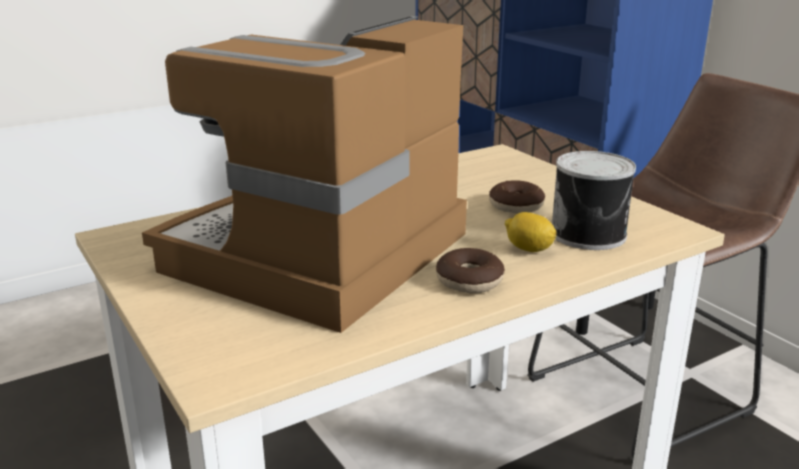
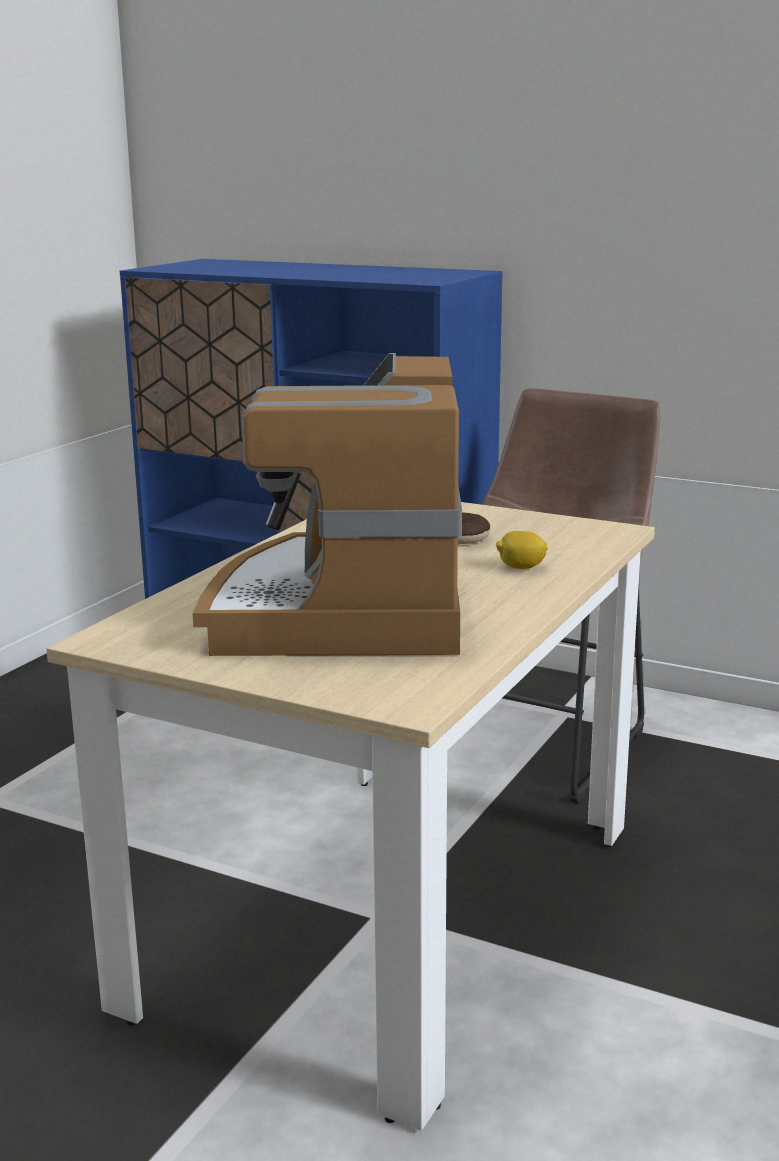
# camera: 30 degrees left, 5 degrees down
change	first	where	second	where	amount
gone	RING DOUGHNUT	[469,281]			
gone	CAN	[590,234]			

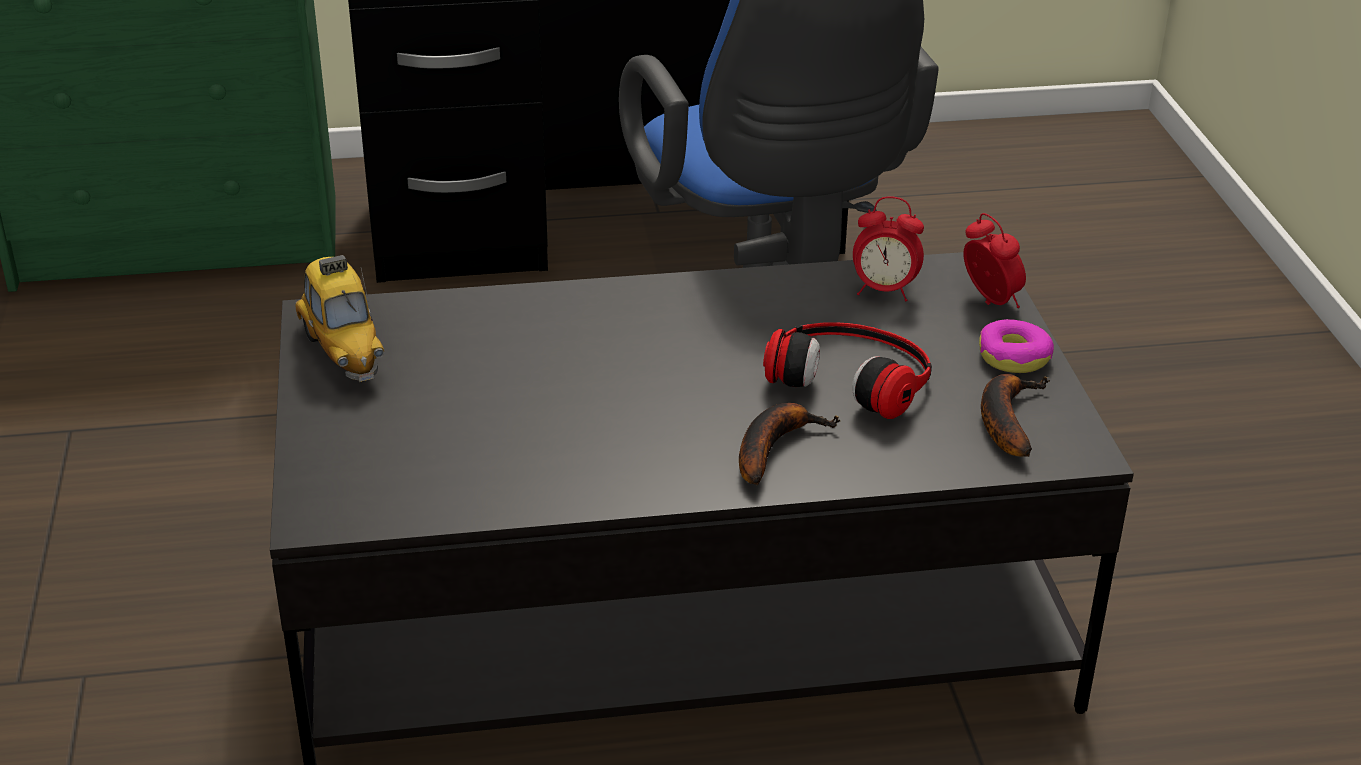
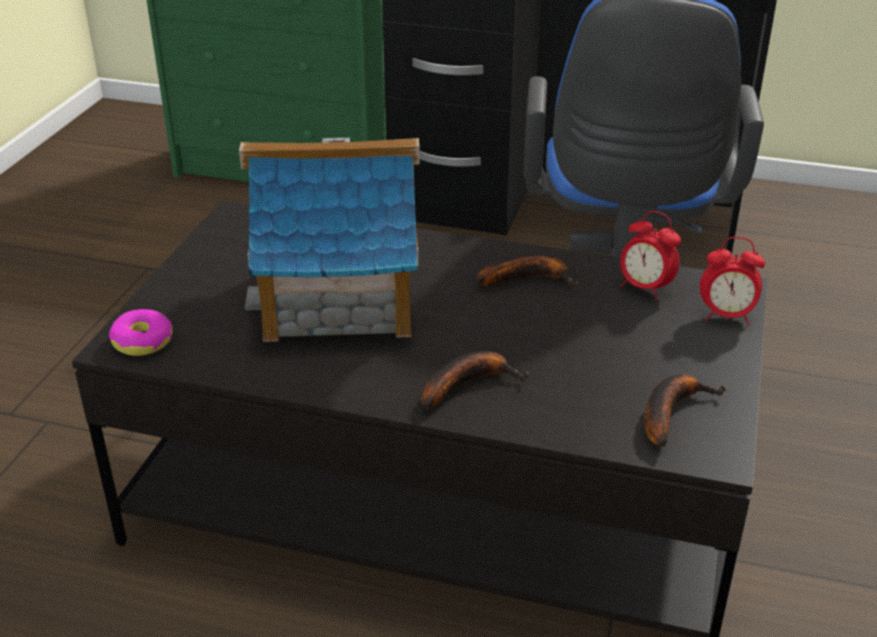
# camera: 25 degrees right, 0 degrees up
change	first	where	second	where	amount
gone	TOY CAR	[343,351]			
gone	PAIR OF HEADPHONES	[852,374]			
new			MINIATURE HOUSE	[340,297]	
new			BANANA FRUIT	[528,279]	
shifted	RING DOUGHNUT	[1014,357]		[143,341]	
rotated	ALARM CLOCK	[990,302]		[726,316]	105 degrees clockwise

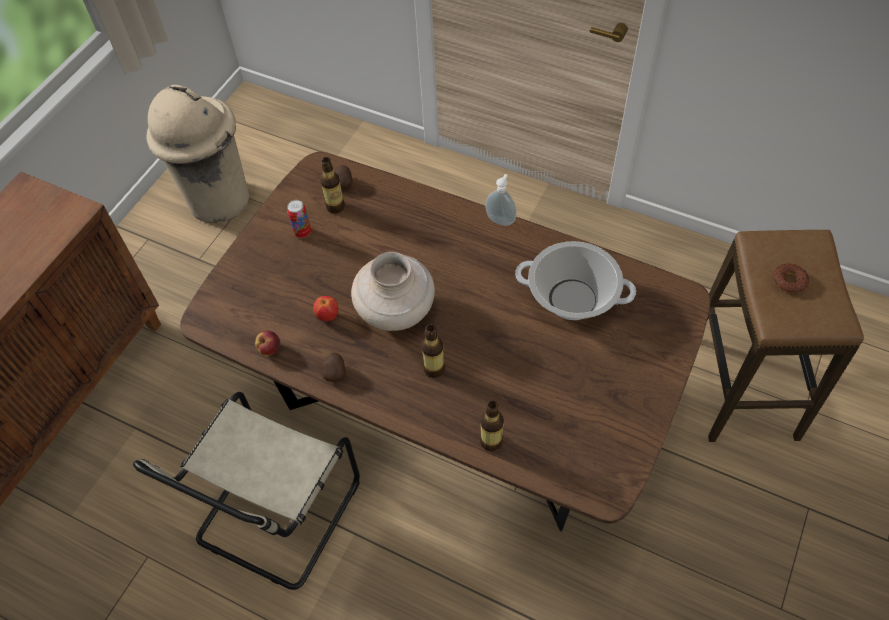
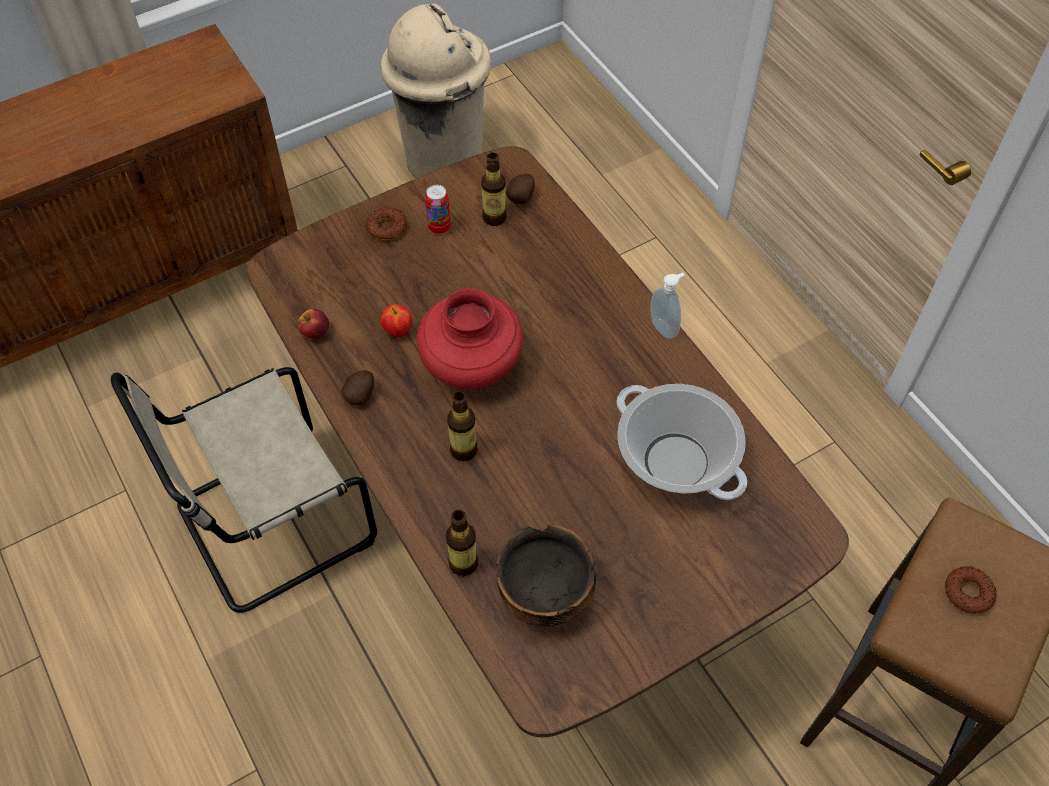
# camera: 30 degrees right, 0 degrees up
change	first	where	second	where	amount
new			RING DOUGHNUT	[387,227]	
new			DEEP DISH	[546,594]	
repainted	SAND-COLOURED FLOWER VASE	[396,311]	REDDISH FLOWER VASE	[471,365]	

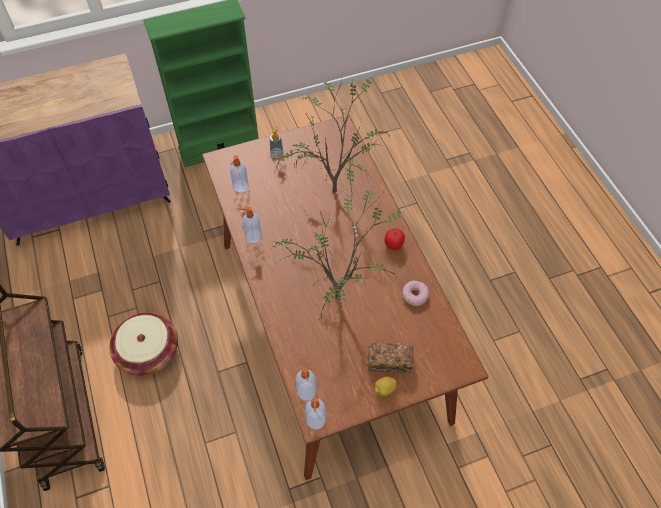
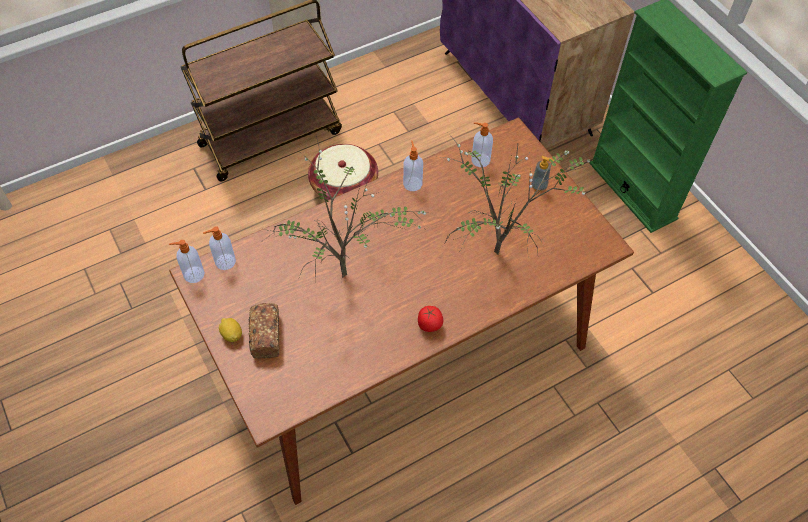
# camera: 80 degrees right, 0 degrees up
change	first	where	second	where	amount
gone	RING DOUGHNUT	[415,295]			

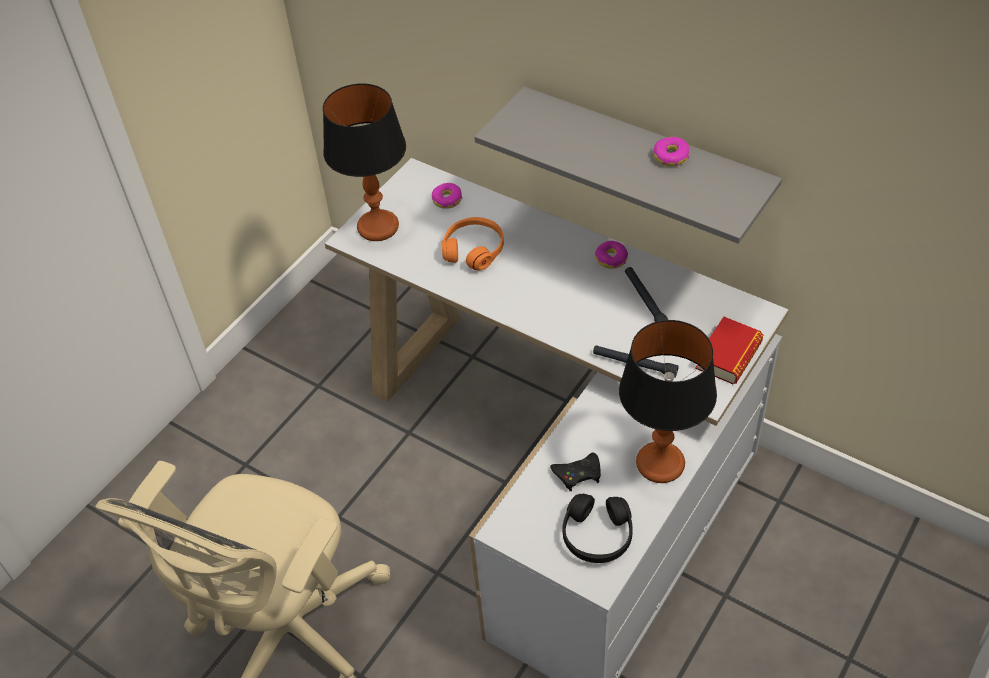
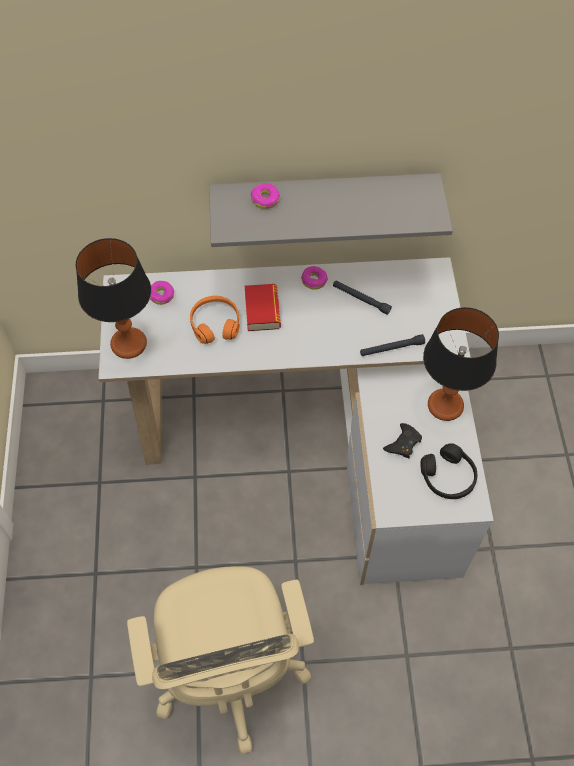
# camera: 40 degrees left, 10 degrees up
change	first	where	second	where	amount
shifted	RING DOUGHNUT	[670,156]		[265,199]	
shifted	VOLUME	[728,356]		[262,310]	

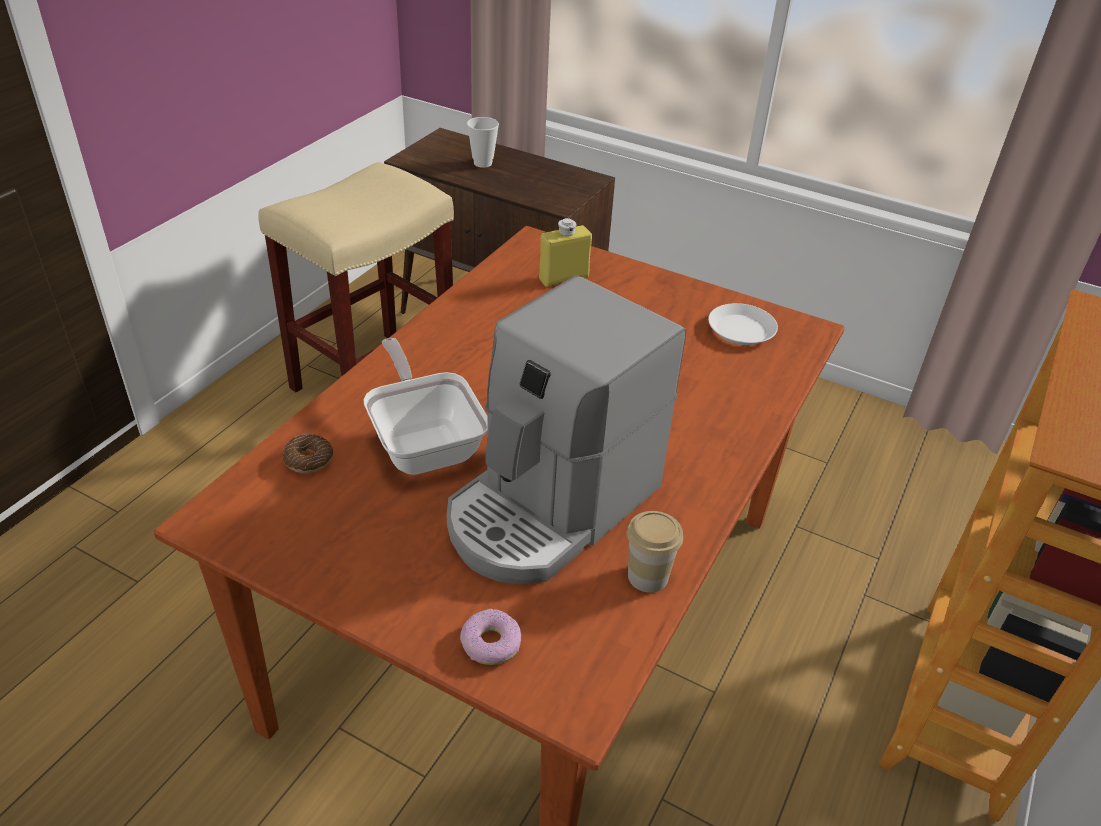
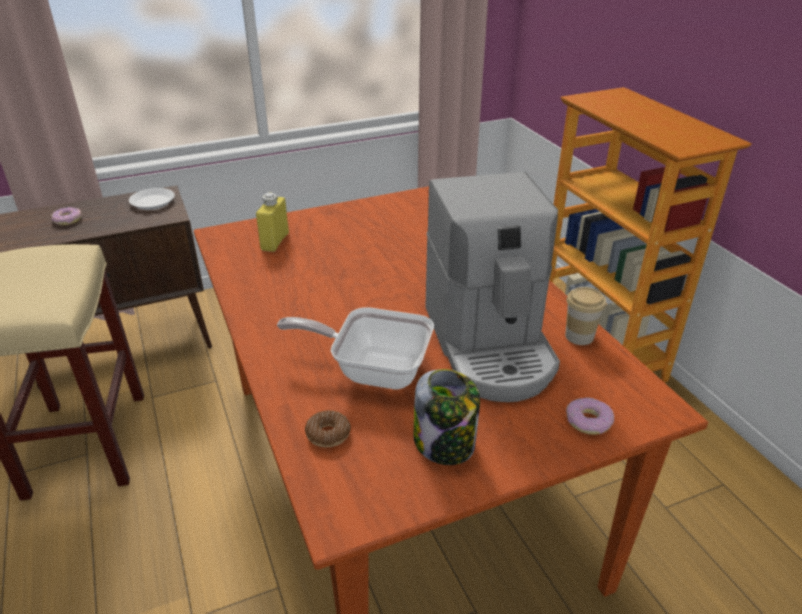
# camera: 50 degrees left, 5 degrees down
change	first	where	second	where	amount
new			PRESERVE JAR	[445,443]	
shifted	WHITISH FLAT DISH	[741,330]		[153,202]	
swapped	CUP	[482,163]	RING DOUGHNUT	[67,220]	

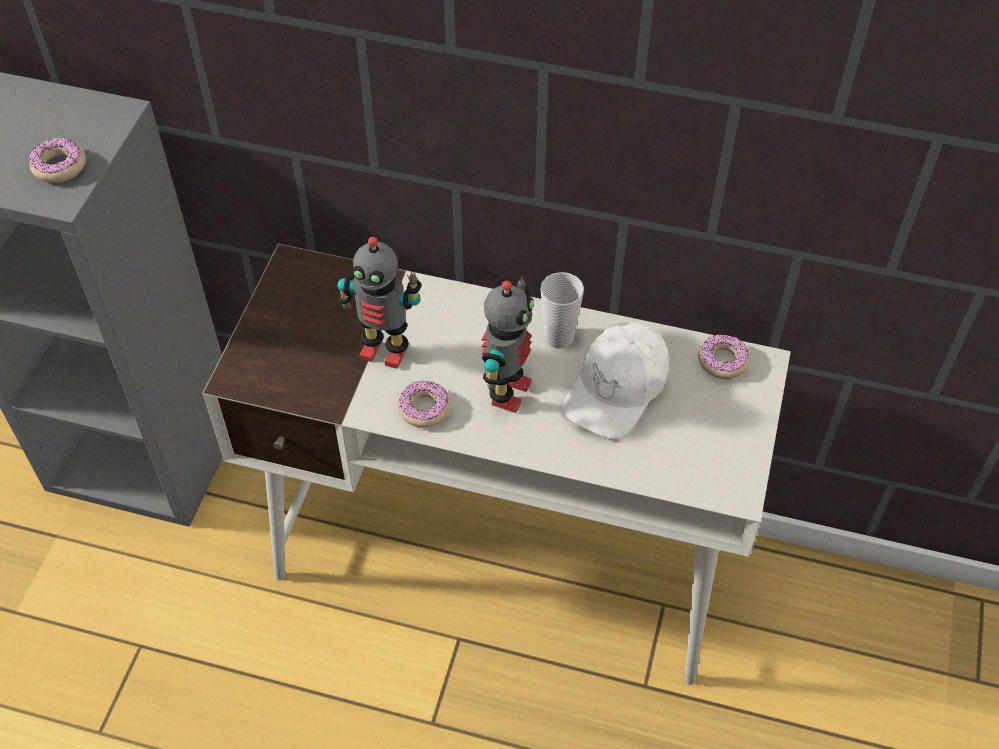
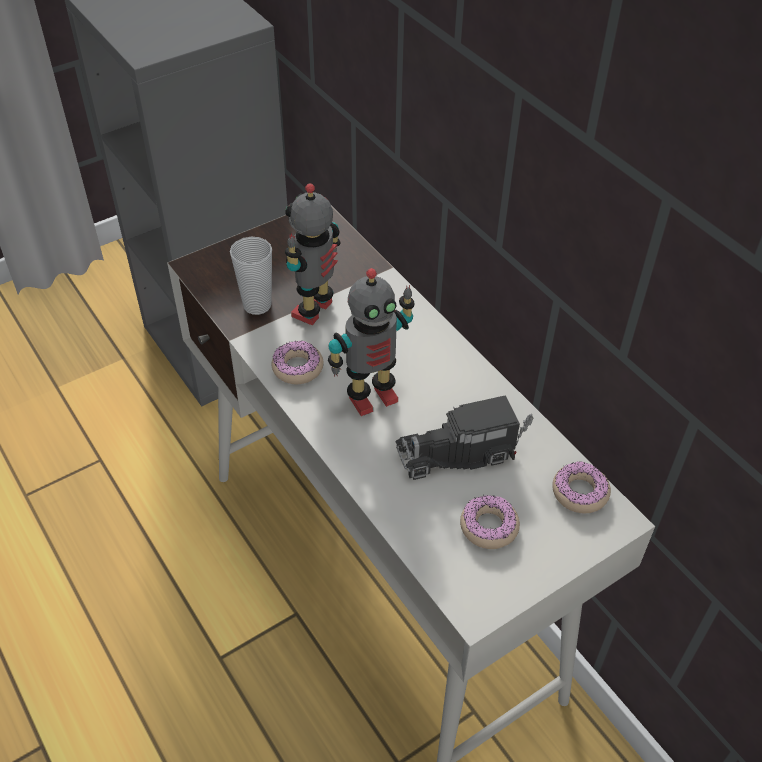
# camera: 40 degrees right, 5 degrees down
change	first	where	second	where	amount
shifted	RING DOUGHNUT	[59,166]		[489,527]	
shifted	CUP	[559,337]		[257,305]	
swapped	WHITISH PEAKED CAP	[617,389]	MODEL TRUCK	[461,452]	
rotated	ROBOT FIGURE	[384,350]		[315,310]	60 degrees clockwise

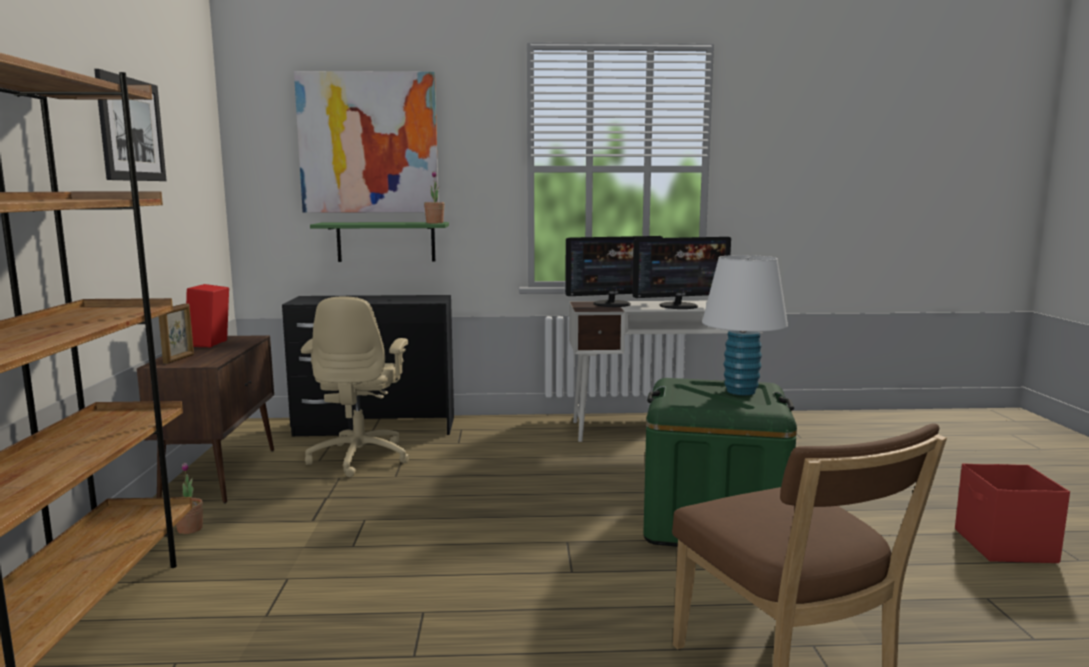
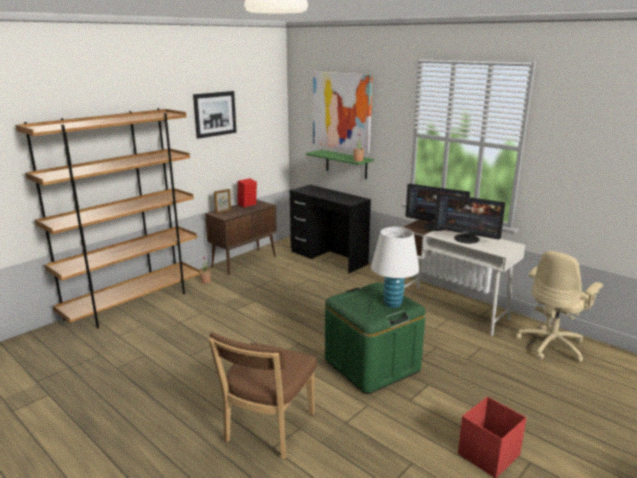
# camera: 45 degrees right, 10 degrees up
change	first	where	second	where	amount
shifted	SAND-COLOURED DESK CHAIR	[361,457]		[552,345]	

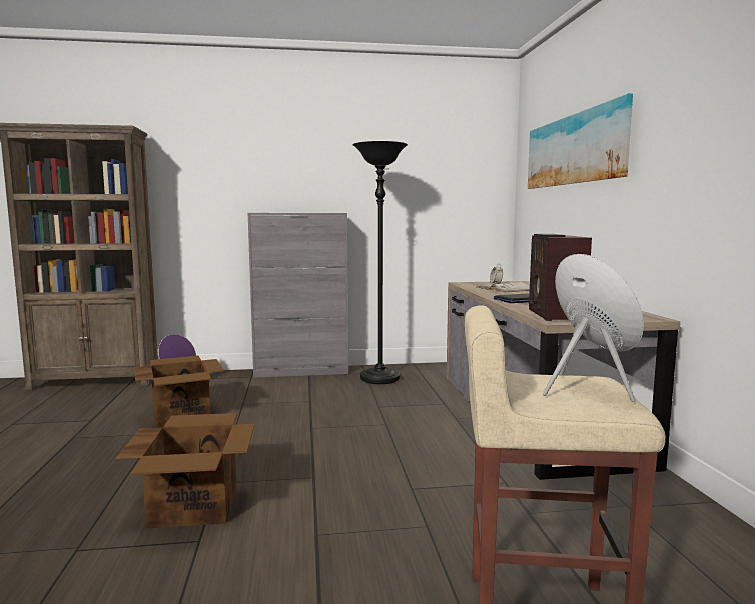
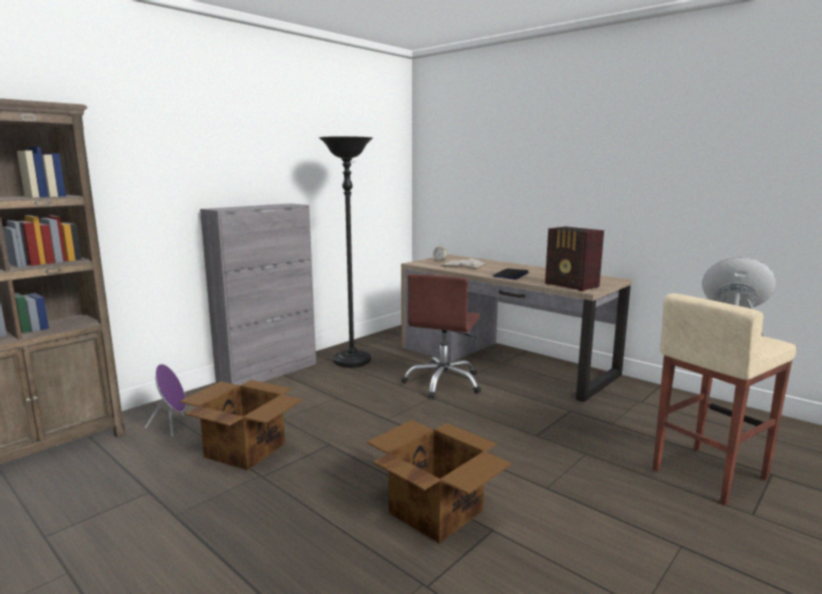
# camera: 40 degrees left, 5 degrees up
change	first	where	second	where	amount
gone	WALL PICTURE	[575,150]			
new			BROWN DESK CHAIR	[443,383]	

